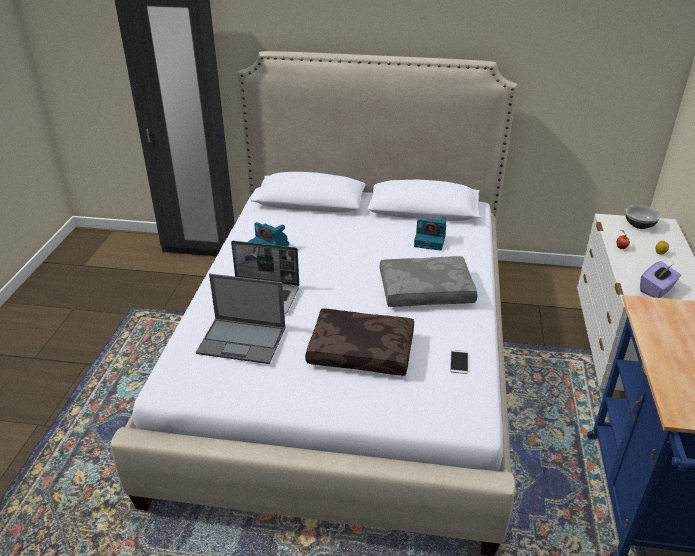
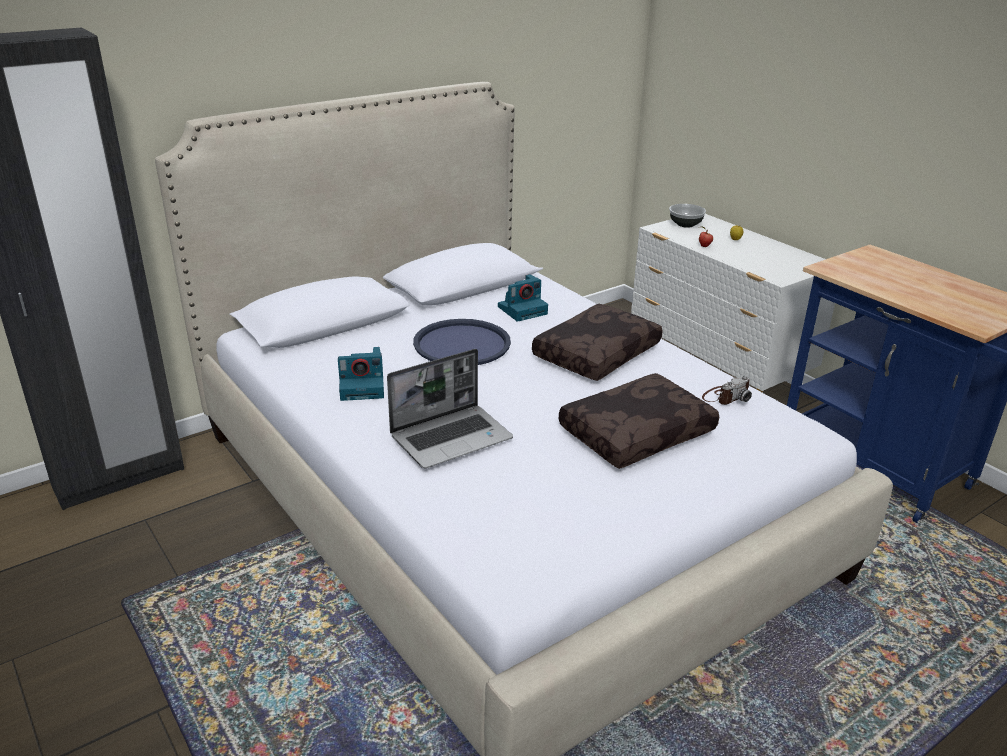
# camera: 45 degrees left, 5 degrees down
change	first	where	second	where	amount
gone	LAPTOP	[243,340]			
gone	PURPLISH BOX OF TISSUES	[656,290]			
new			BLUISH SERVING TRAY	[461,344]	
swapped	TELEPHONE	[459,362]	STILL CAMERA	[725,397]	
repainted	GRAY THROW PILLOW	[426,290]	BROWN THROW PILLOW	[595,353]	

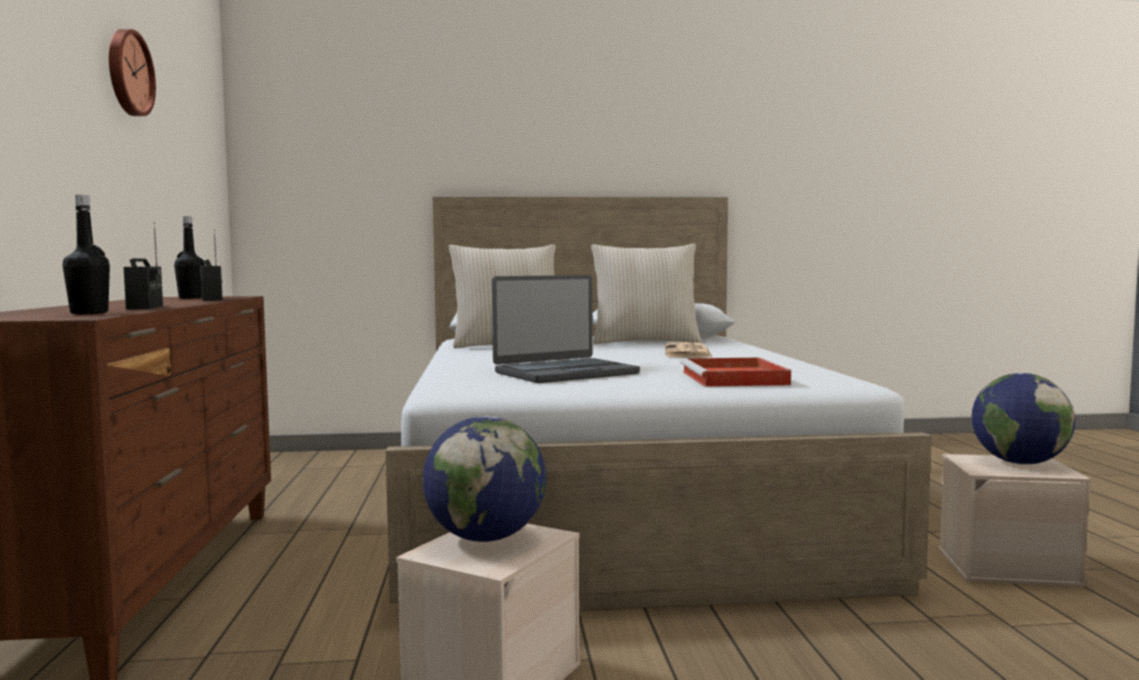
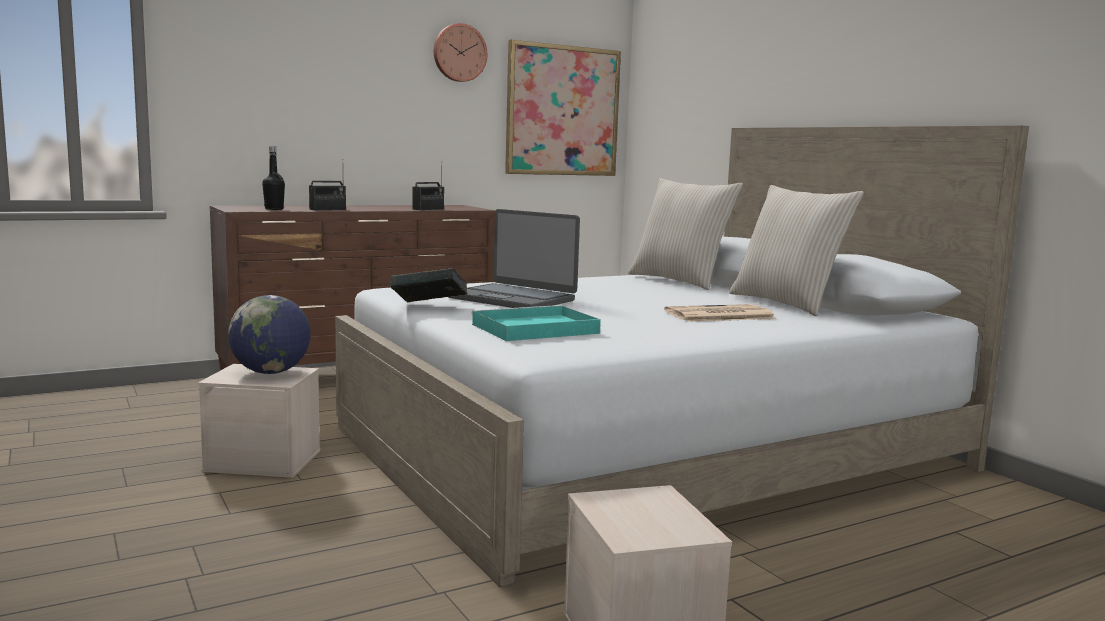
# camera: 65 degrees right, 5 degrees up
change	first	where	second	where	amount
gone	BLACK-COLOURED BEVERAGE BOTTLE	[191,298]			
gone	DESK GLOBE	[1019,463]			
new			VOLUME	[429,306]	
new			WALL PICTURE	[562,111]	
repainted	REDDISH SERVING TRAY	[735,378]	TURQUOISE-COLOURED SERVING TRAY	[533,329]	

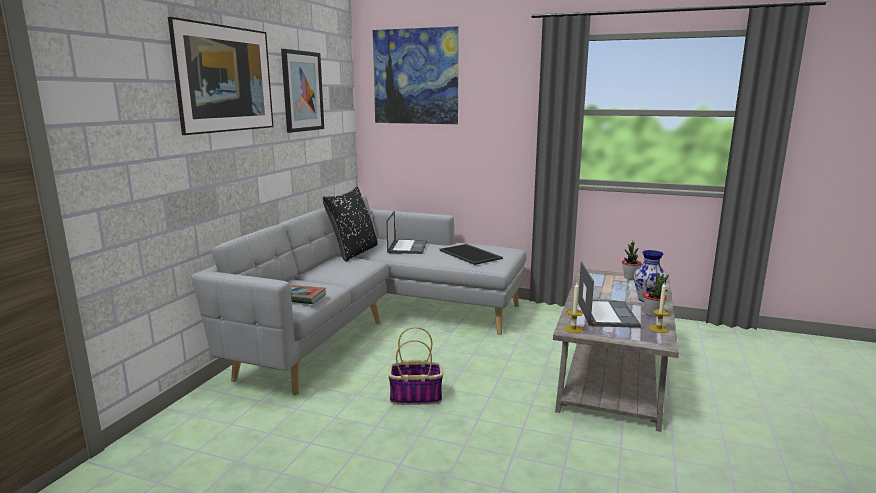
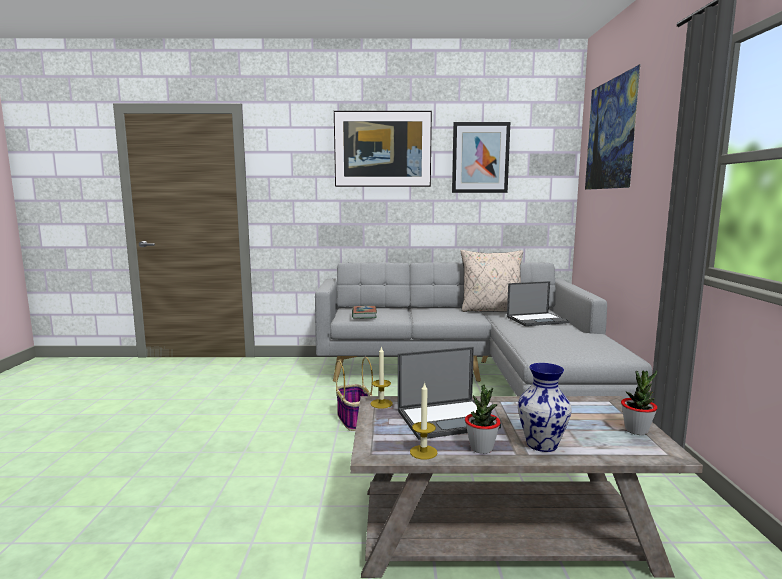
# camera: 70 degrees right, 5 degrees down
change	first	where	second	where	amount
gone	SERVING TRAY	[471,254]			
repainted	BLACK-COLOURED THROW PILLOW	[354,252]	SAND-COLOURED THROW PILLOW	[491,310]	

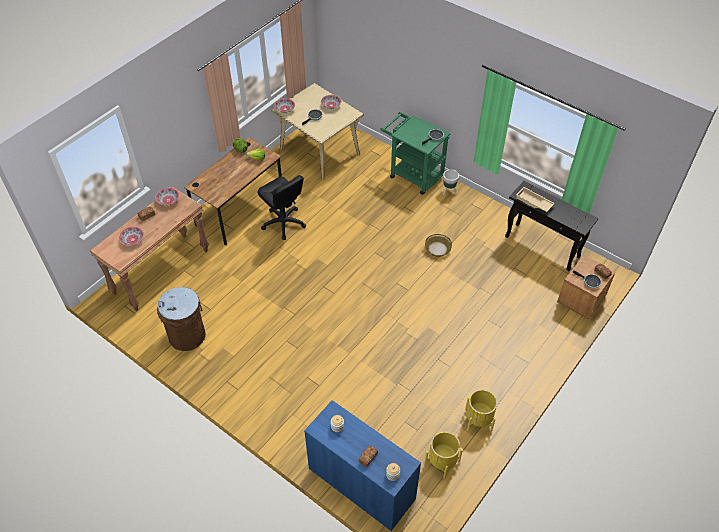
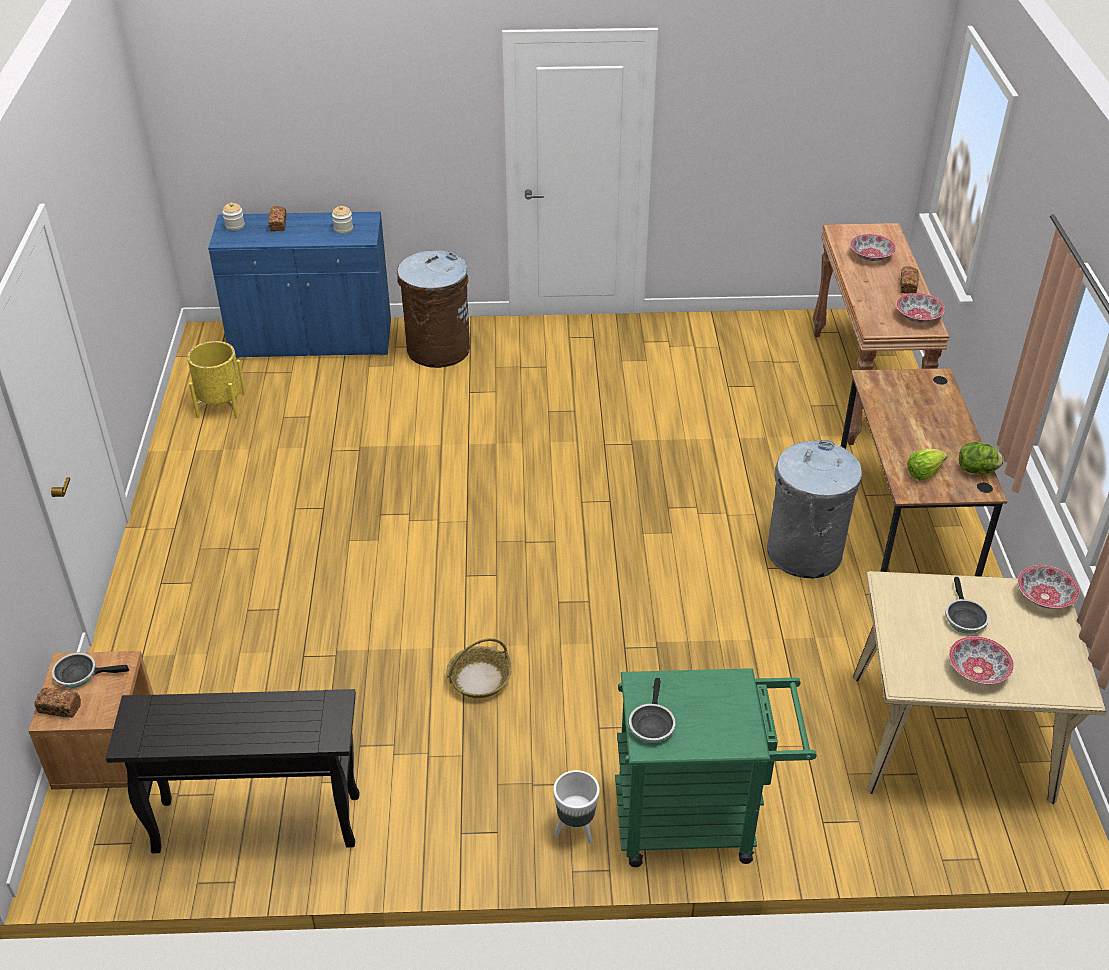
# camera: 140 degrees right, 10 degrees down
change	first	where	second	where	amount
gone	YELLOWISH FLOWER POT	[478,420]			
gone	SAND-COLOURED SERVING TRAY	[533,202]			
shifted	BROWN WASTE BIN	[187,336]		[437,349]	
swapped	BLACK-COLOURED DESK CHAIR	[283,223]	GRAY WASTE BIN	[803,553]	

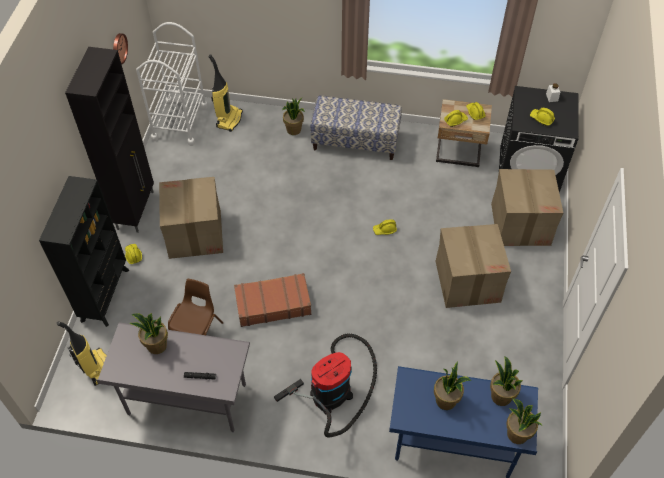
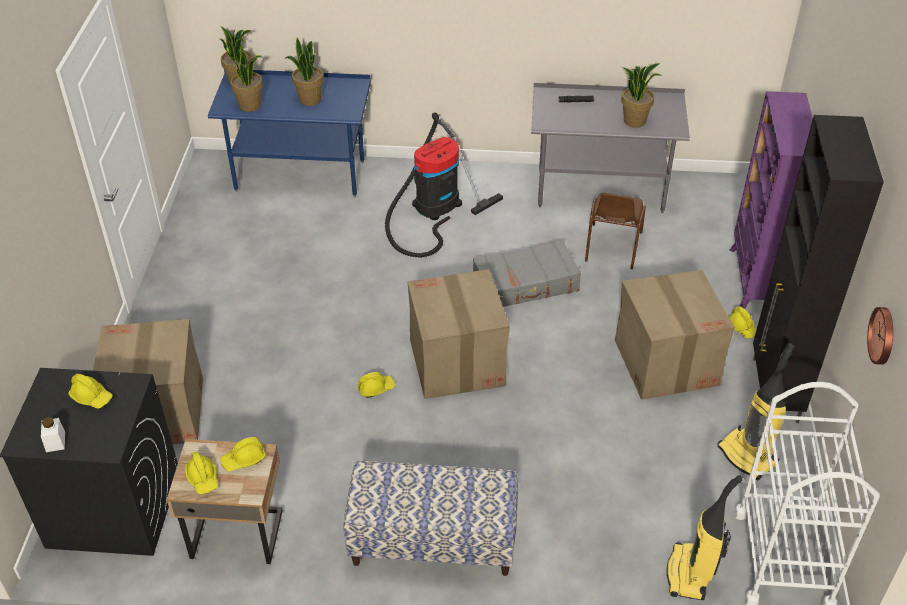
# camera: 175 degrees right, 10 degrees down
change	first	where	second	where	amount
gone	HOUSEPLANT	[294,130]			
shifted	HOOVER	[97,367]		[748,456]	
shifted	CARDBOARD BOX	[467,281]		[457,363]	
repainted	BLACK-COLOURED BOOKSHELF	[105,294]	PURPLISH BOOKSHELF	[753,280]	
repainted	BROWN SUITCASE	[273,304]	GRAY SUITCASE	[526,284]	

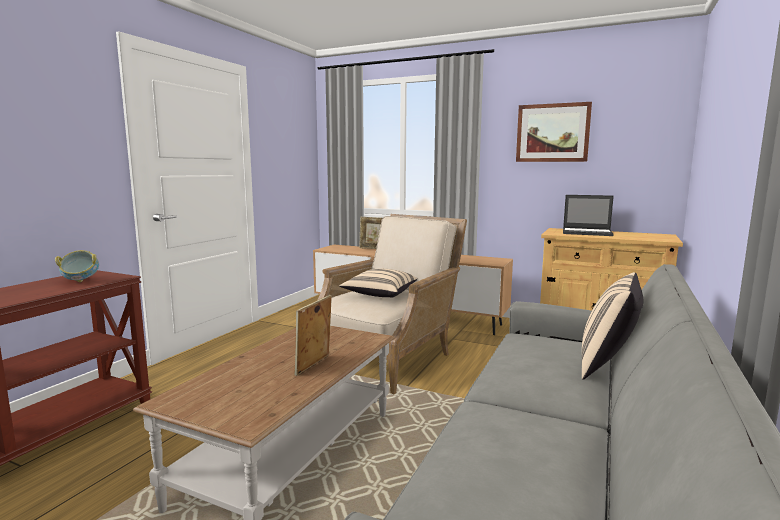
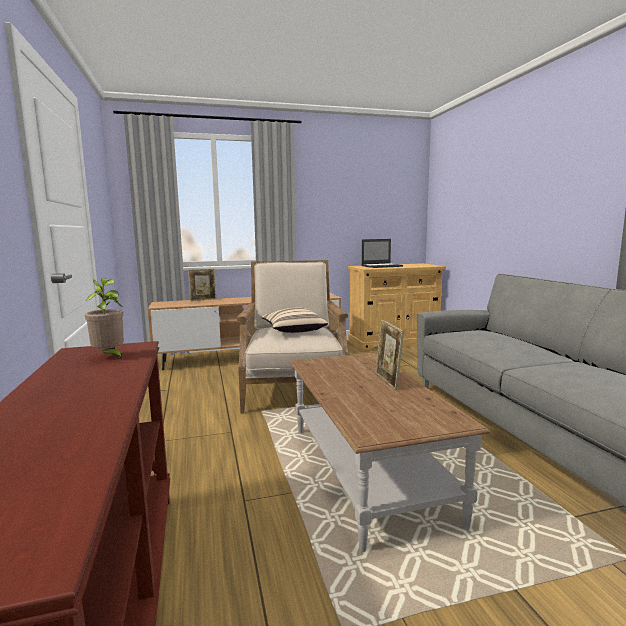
# camera: 40 degrees left, 0 degrees up
change	first	where	second	where	amount
gone	WALL PICTURE	[552,133]			
gone	SAND-COLOURED THROW PILLOW	[608,366]			
swapped	DEEP DISH	[80,281]	HOUSEPLANT	[109,357]	

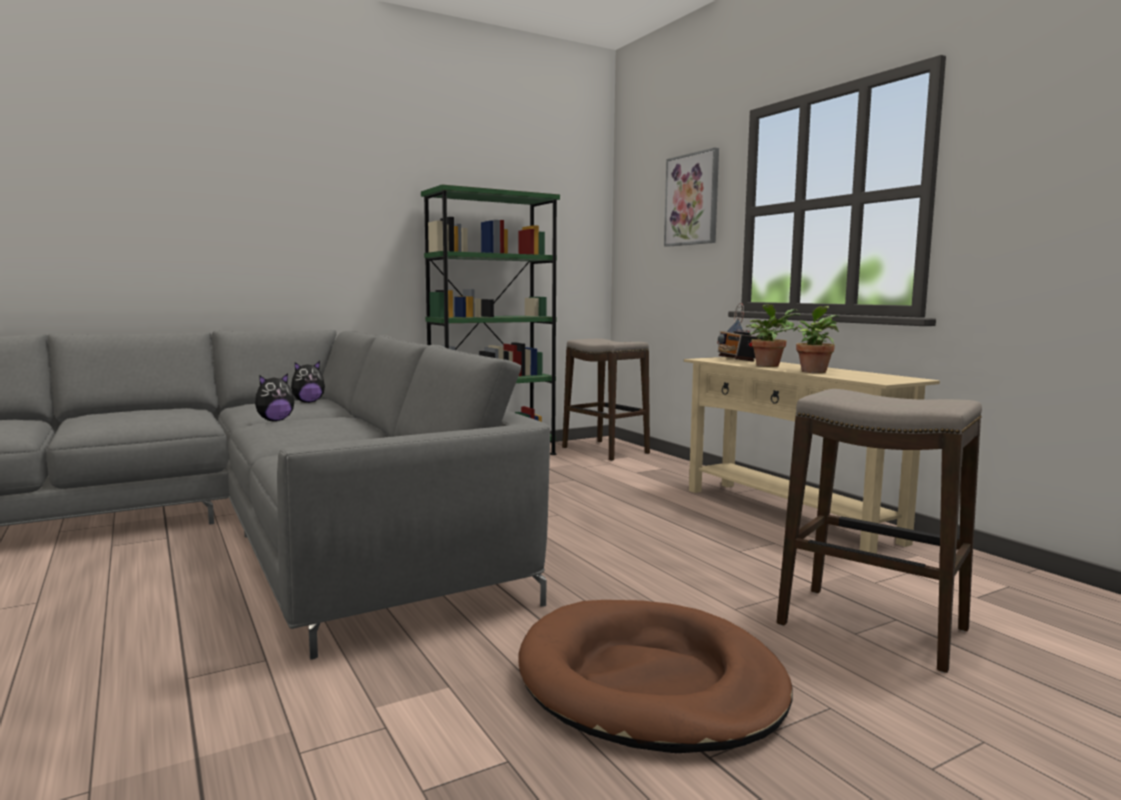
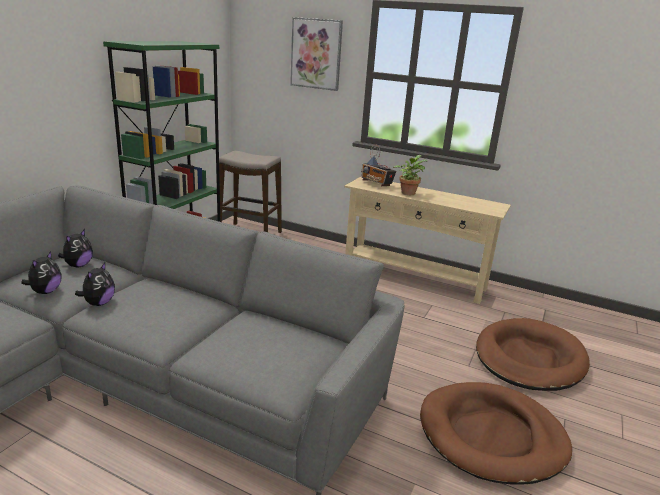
# camera: 35 degrees left, 15 degrees up
change	first	where	second	where	amount
gone	HOUSEPLANT	[812,371]			
new			PLUSH TOY	[45,291]	
swapped	STOOL SEAT	[872,628]	BROWN DOG CUSHION	[529,358]	

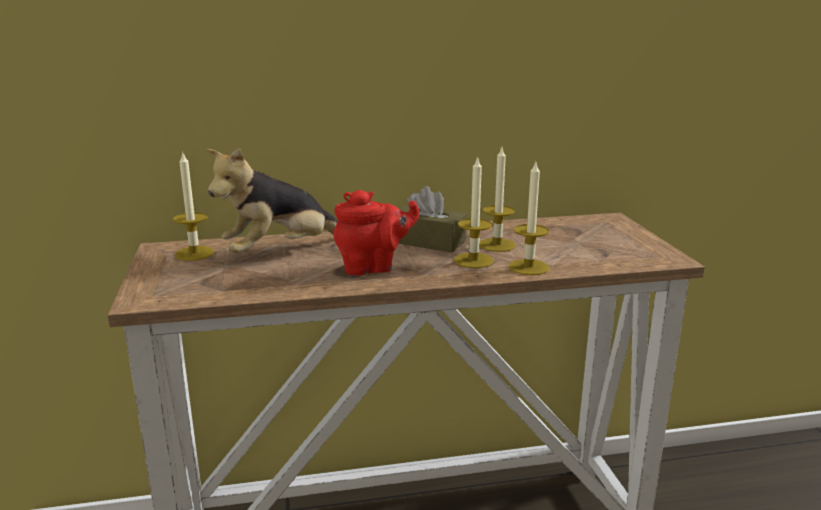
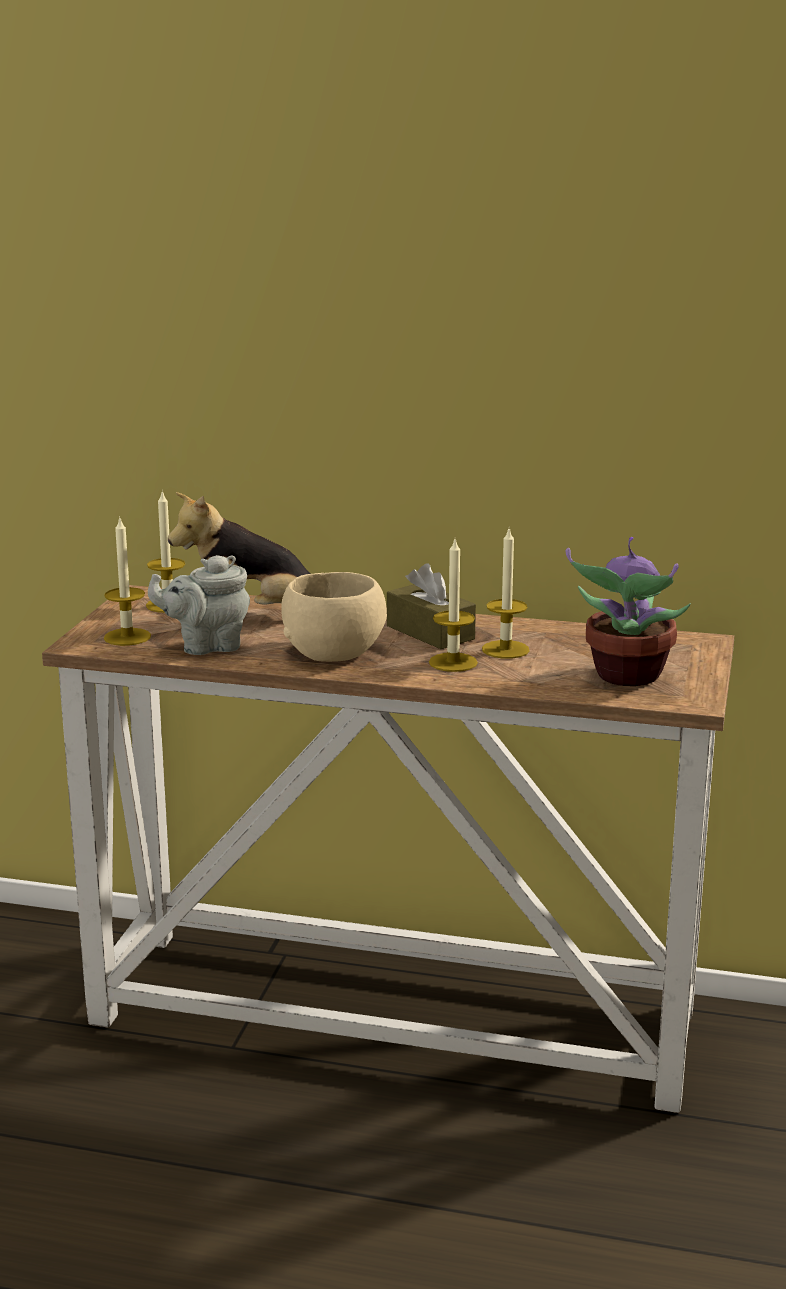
# camera: 25 degrees right, 0 degrees up
change	first	where	second	where	amount
new			GRAY TEA POT	[206,646]	
new			HOUSEPLANT	[626,677]	
shifted	WAX CANDLE	[528,267]		[127,637]	
swapped	REDDISH TEA POT	[373,267]	SAND-COLOURED DEEP DISH	[333,651]	

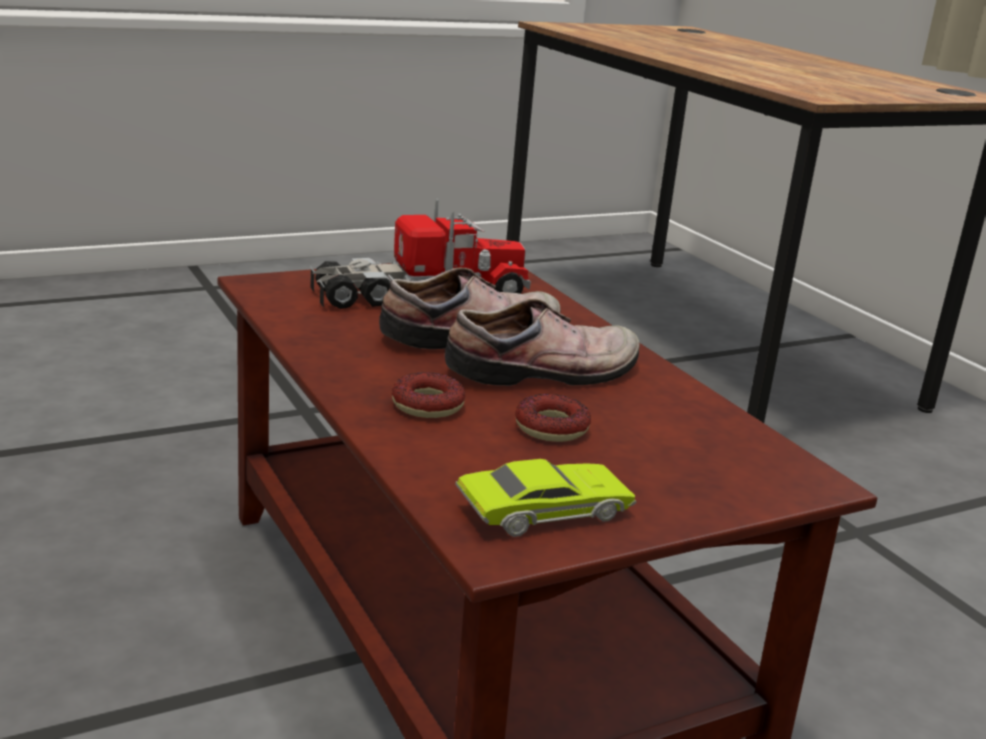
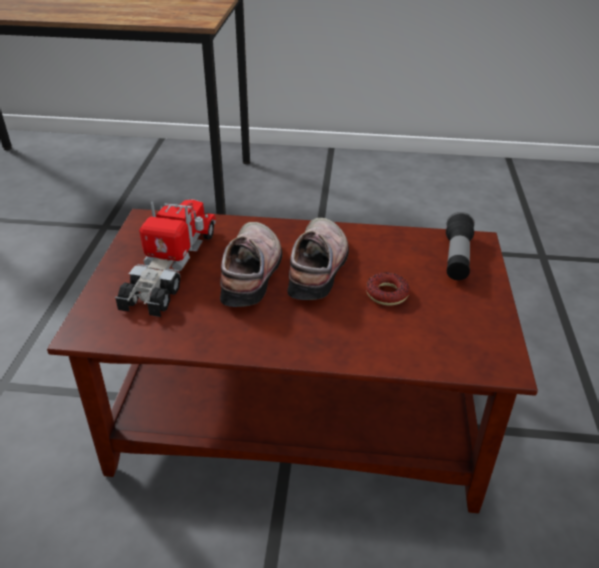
# camera: 55 degrees left, 15 degrees up
change	first	where	second	where	amount
gone	RING DOUGHNUT	[428,405]			
gone	GREEN-COLOURED TOY CAR	[544,510]			
new			FLASHLIGHT	[456,257]	

